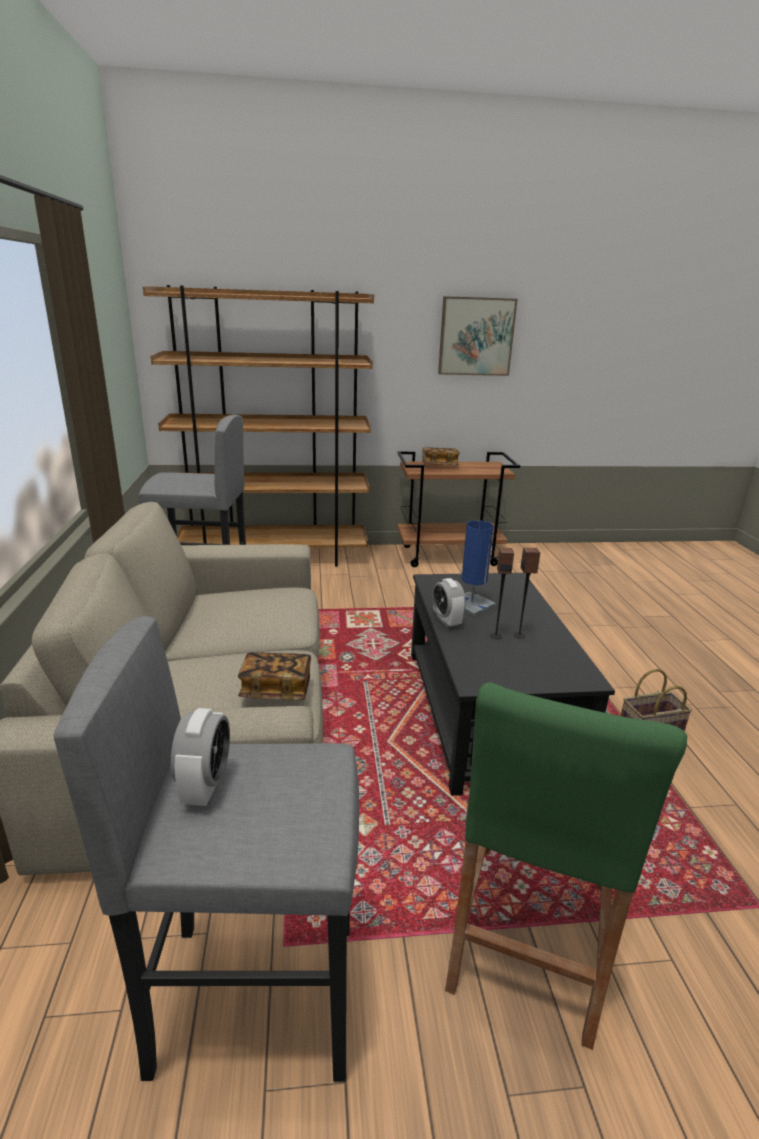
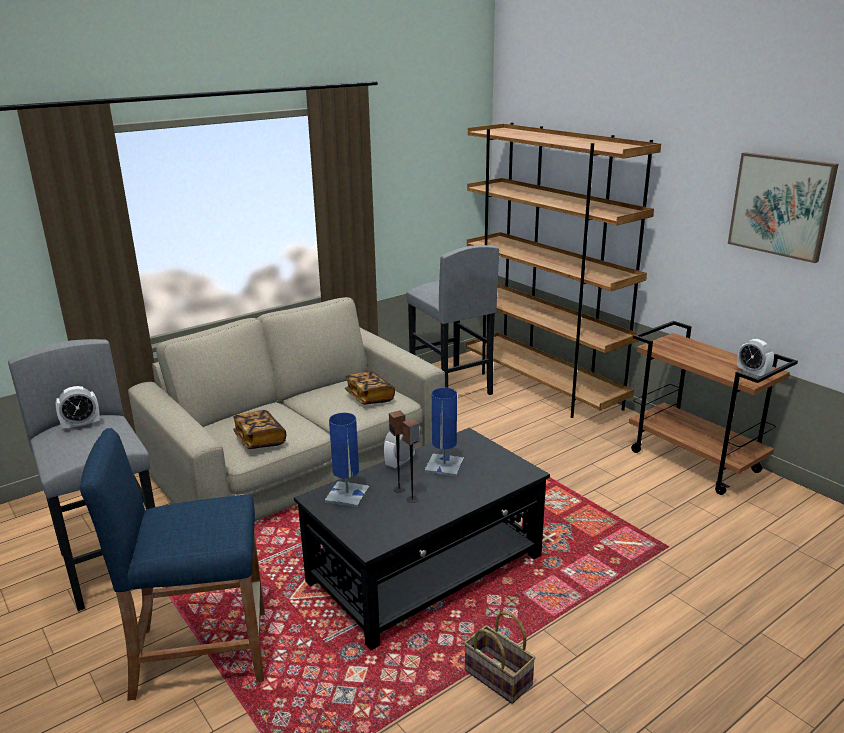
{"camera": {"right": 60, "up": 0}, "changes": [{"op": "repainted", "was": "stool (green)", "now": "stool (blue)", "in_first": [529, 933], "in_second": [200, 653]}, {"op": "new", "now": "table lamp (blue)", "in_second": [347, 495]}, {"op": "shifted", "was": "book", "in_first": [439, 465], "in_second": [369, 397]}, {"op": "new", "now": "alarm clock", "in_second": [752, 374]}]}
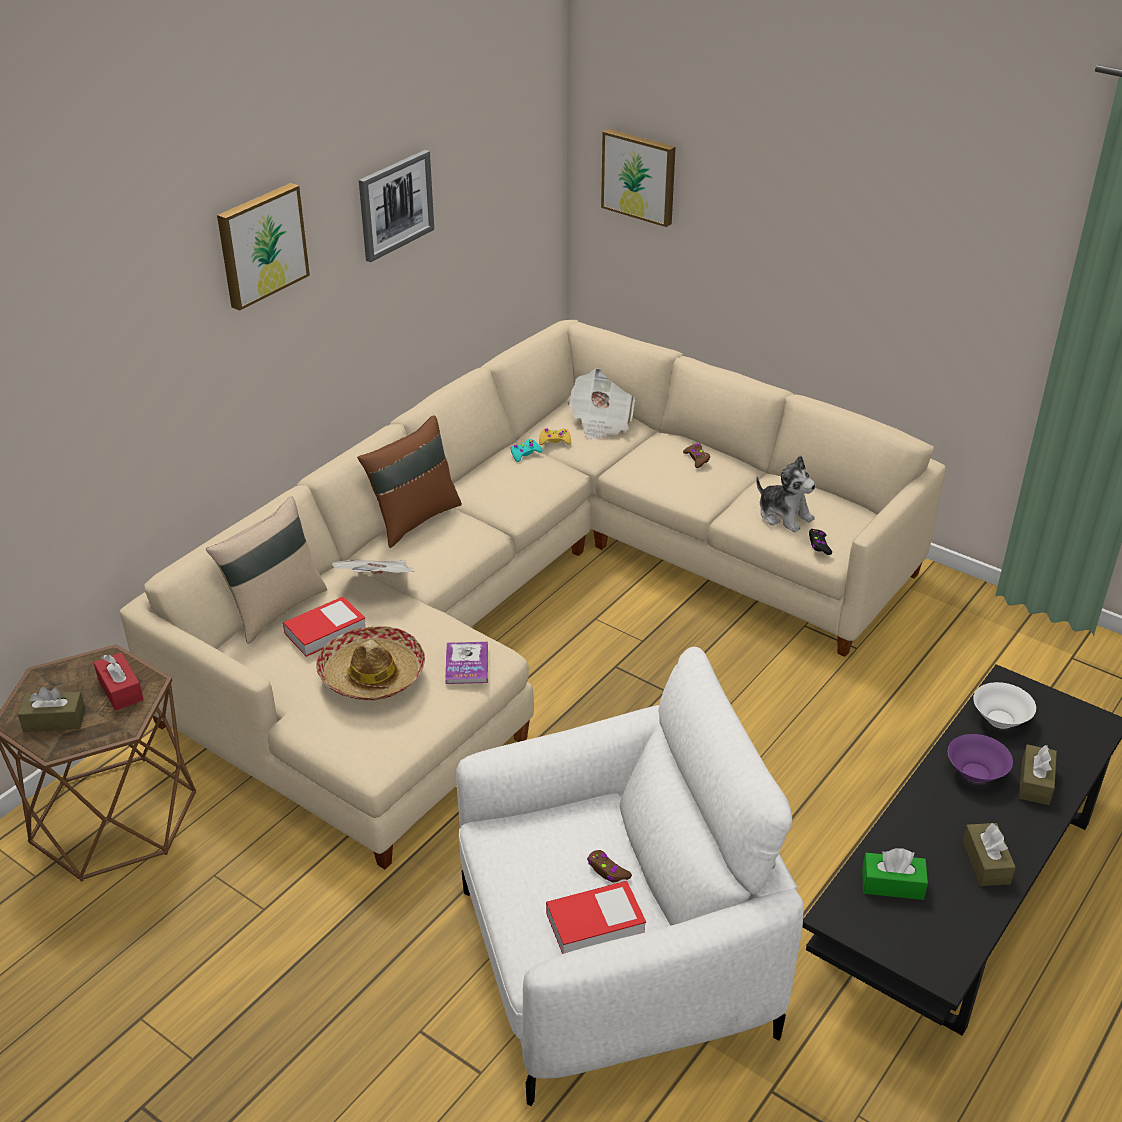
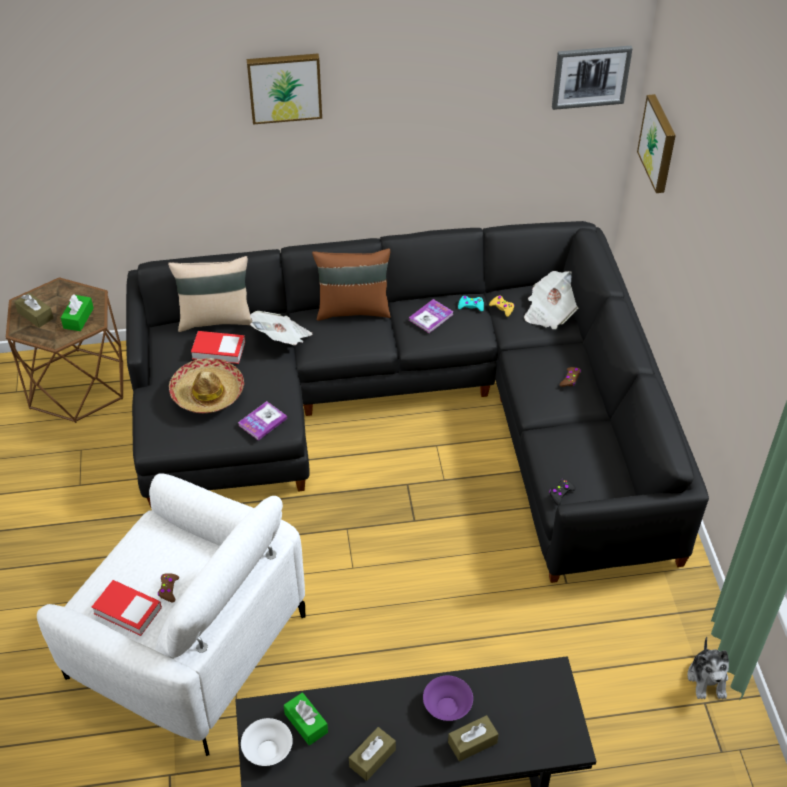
{"camera": {"right": 45, "up": 10}, "changes": [{"op": "repainted", "was": "tissue box (red)", "now": "tissue box (green)", "in_first": [120, 690], "in_second": [78, 318]}, {"op": "repainted", "was": "sofa (beige)", "now": "sofa (black)", "in_first": [531, 603], "in_second": [413, 409]}, {"op": "shifted", "was": "bowl (white)", "in_first": [999, 719], "in_second": [267, 750]}, {"op": "new", "now": "book", "in_second": [431, 317]}, {"op": "shifted", "was": "picture", "in_first": [395, 205], "in_second": [590, 76]}, {"op": "shifted", "was": "plush toy", "in_first": [784, 515], "in_second": [708, 679]}]}
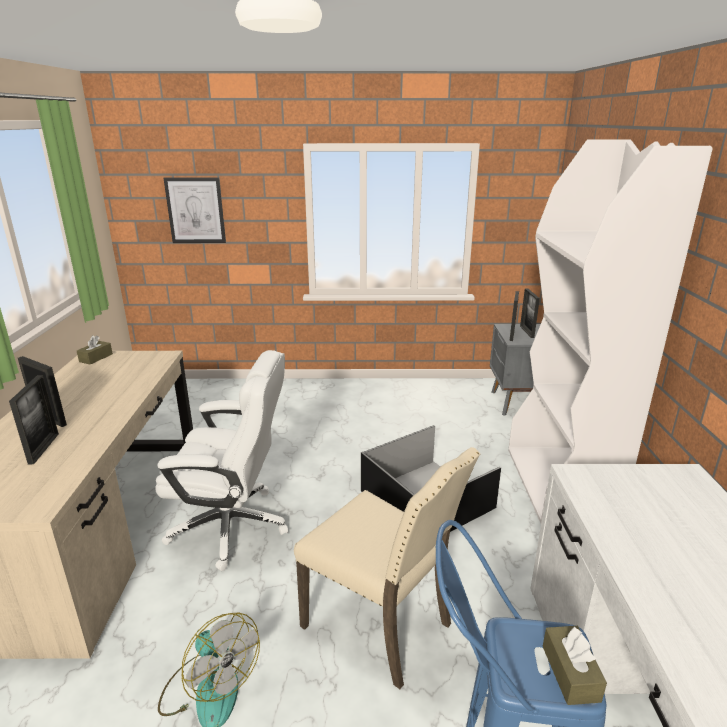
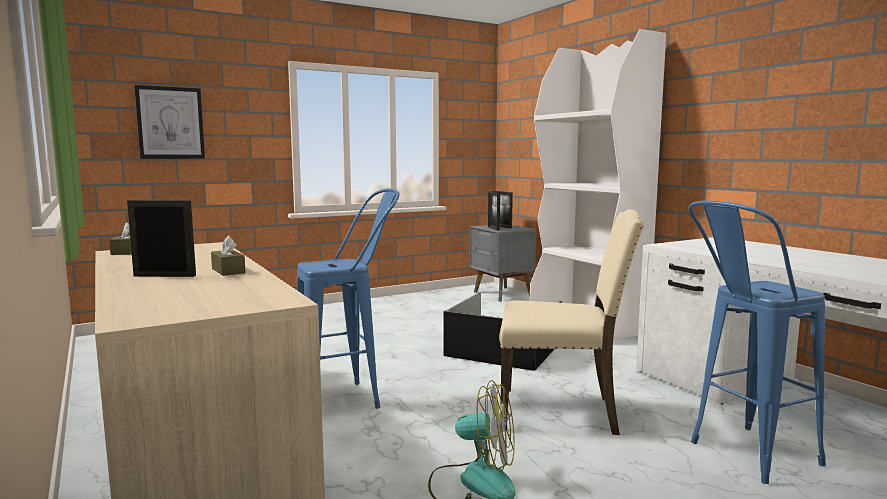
{"camera": {"right": -30, "up": -15}, "changes": [{"op": "shifted", "was": "tissue box (brown)", "in_first": [570, 673], "in_second": [228, 271]}, {"op": "swapped", "was": "office chair (white)", "now": "stool (blue)", "in_first": [232, 525], "in_second": [351, 398]}, {"op": "gone", "was": "picture frame", "in_first": [44, 448]}]}
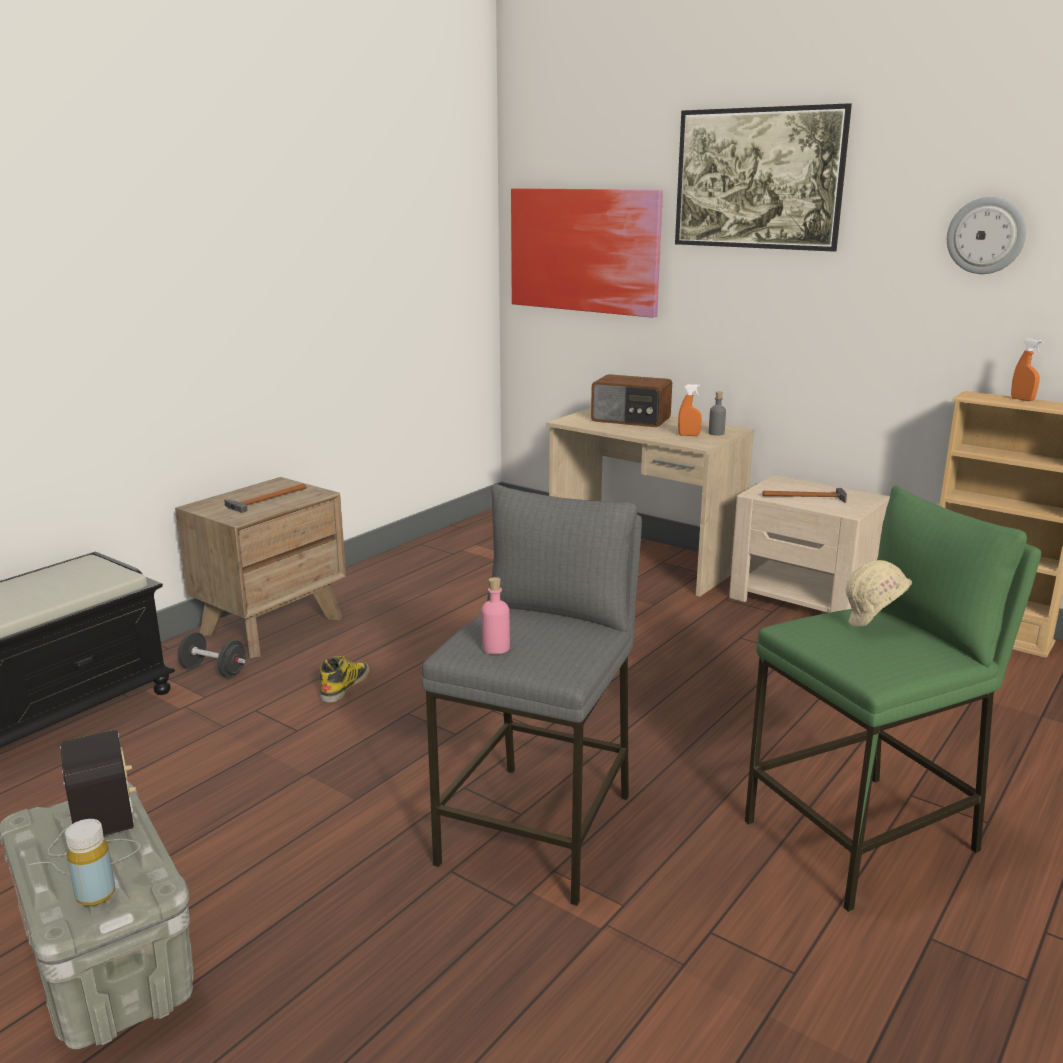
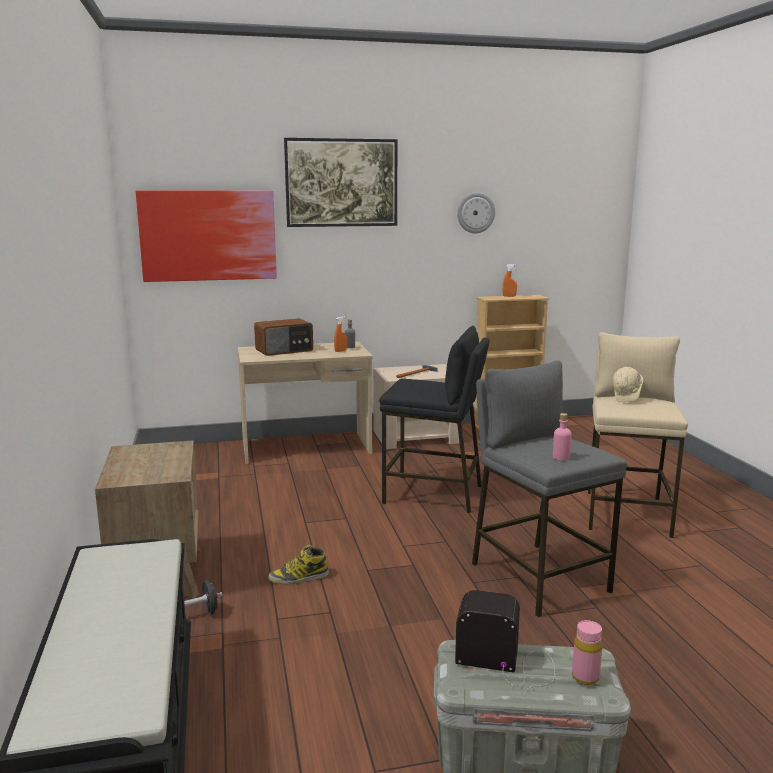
{"camera": {"right": -50, "up": -5}, "changes": [{"op": "rotated", "was": "boot", "in_first": [345, 686], "in_second": [298, 578], "clockwise": -75}, {"op": "new", "now": "stool (black)", "in_second": [433, 494]}, {"op": "repainted", "was": "bottle (yellow)", "now": "bottle (pink)", "in_first": [96, 895], "in_second": [585, 677]}, {"op": "repainted", "was": "stool (green)", "now": "stool (beige)", "in_first": [863, 837], "in_second": [627, 513]}, {"op": "gone", "was": "hammer", "in_first": [264, 500]}]}
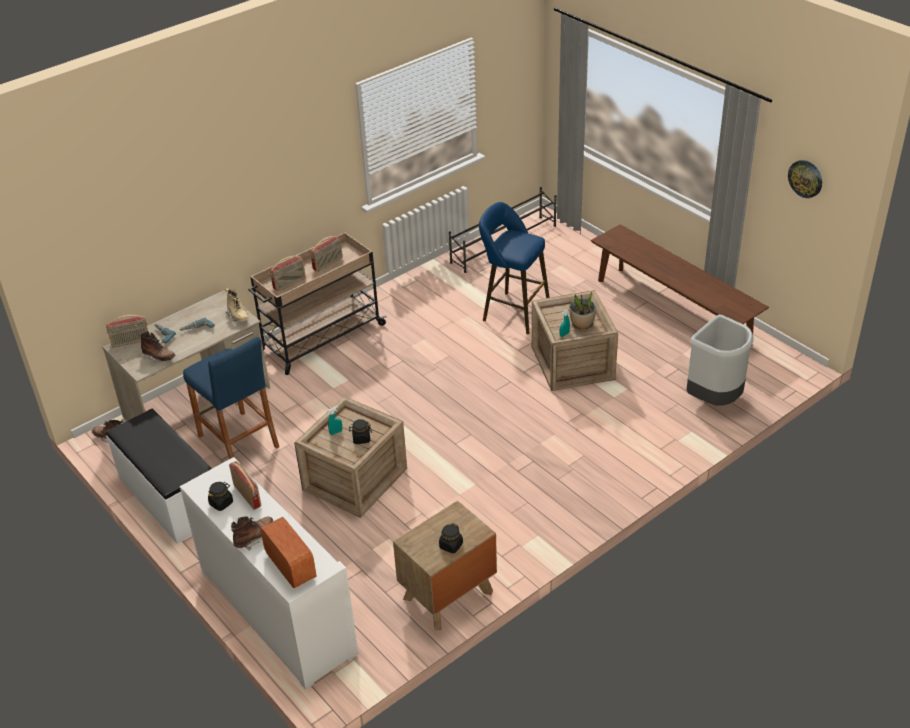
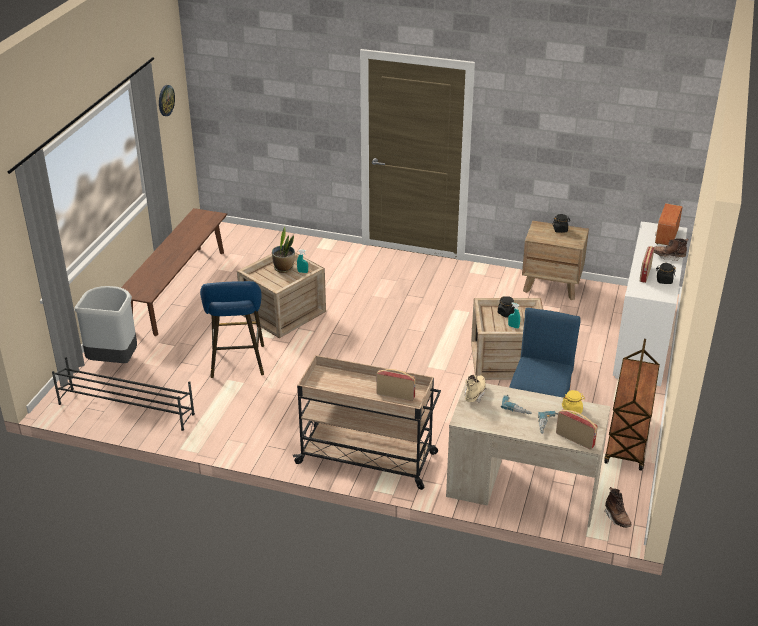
{"camera": {"right": -125, "up": -5}, "changes": [{"op": "shifted", "was": "trash can (grey)", "in_first": [715, 399], "in_second": [114, 361]}, {"op": "swapped", "was": "boot (brown)", "now": "jar (yellow)", "in_first": [159, 357], "in_second": [572, 410]}, {"op": "swapped", "was": "bench (white)", "now": "cart (brown)", "in_first": [169, 498], "in_second": [628, 440]}, {"op": "gone", "was": "radio", "in_first": [328, 264]}]}
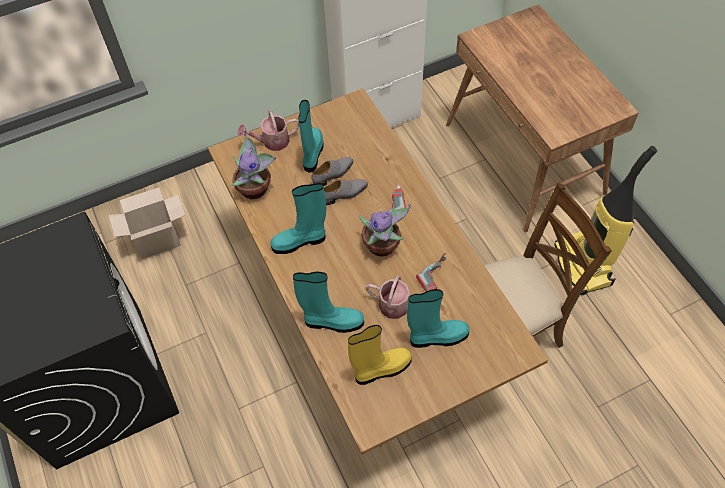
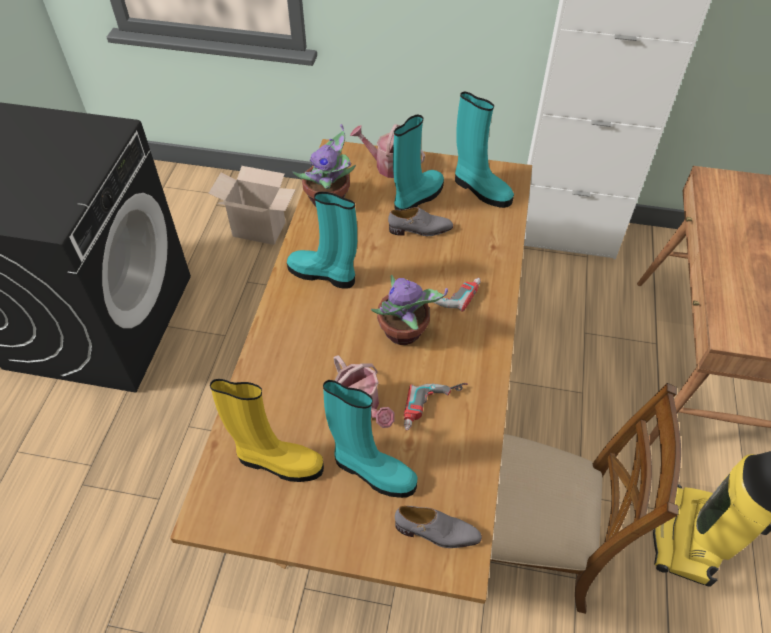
{"camera": {"right": 35, "up": -5}, "changes": [{"op": "shifted", "was": "shoe (grey)", "in_first": [344, 194], "in_second": [437, 532]}, {"op": "shifted", "was": "boot (turquoise)", "in_first": [332, 322], "in_second": [480, 190]}]}
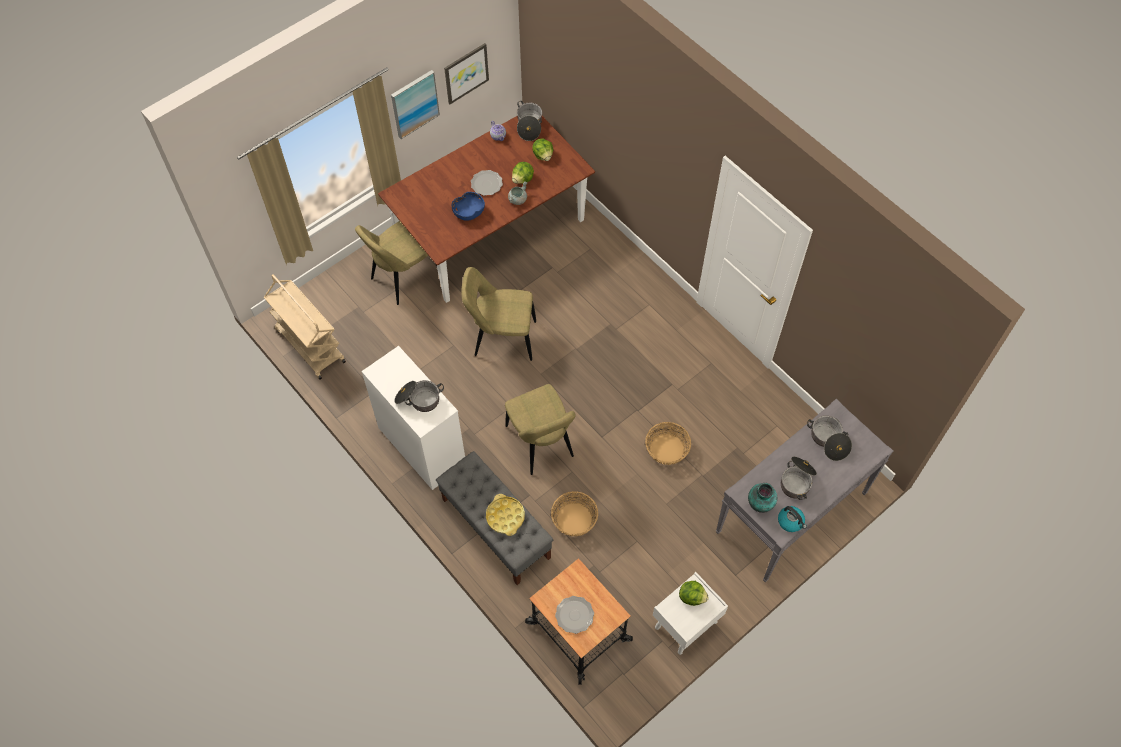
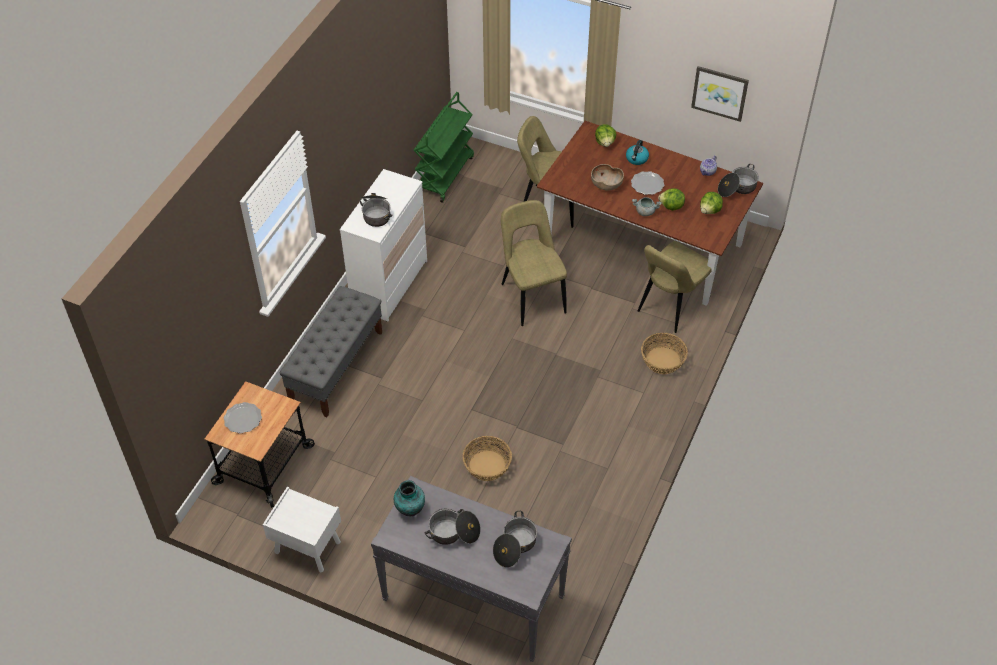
{"camera": {"right": 65, "up": -10}, "changes": [{"op": "repainted", "was": "cart (beige)", "now": "cart (green)", "in_first": [310, 345], "in_second": [444, 174]}, {"op": "repainted", "was": "bowl (blue)", "now": "bowl (brown)", "in_first": [469, 213], "in_second": [606, 185]}, {"op": "shifted", "was": "lettuce", "in_first": [692, 596], "in_second": [605, 143]}, {"op": "shifted", "was": "kettle", "in_first": [791, 521], "in_second": [637, 159]}, {"op": "shifted", "was": "chair (beige)", "in_first": [541, 444], "in_second": [671, 306]}, {"op": "shifted", "was": "basket", "in_first": [574, 519], "in_second": [663, 361]}, {"op": "gone", "was": "picture", "in_first": [414, 103]}, {"op": "gone", "was": "tray (yellow)", "in_first": [505, 516]}]}
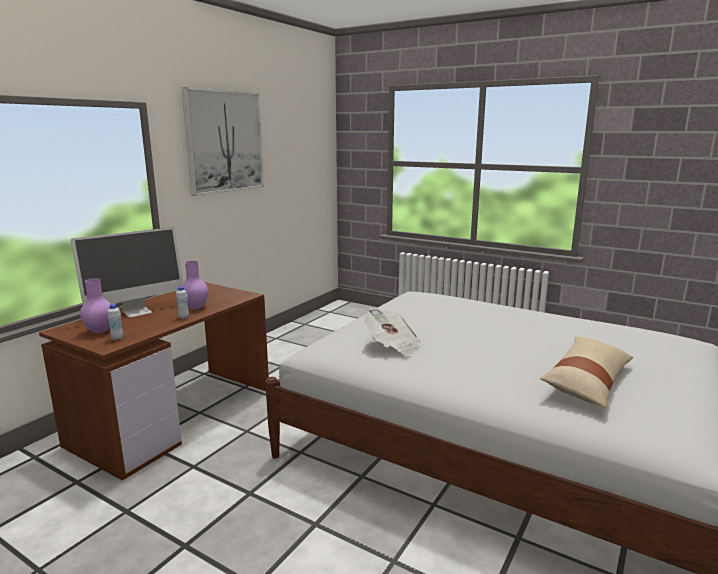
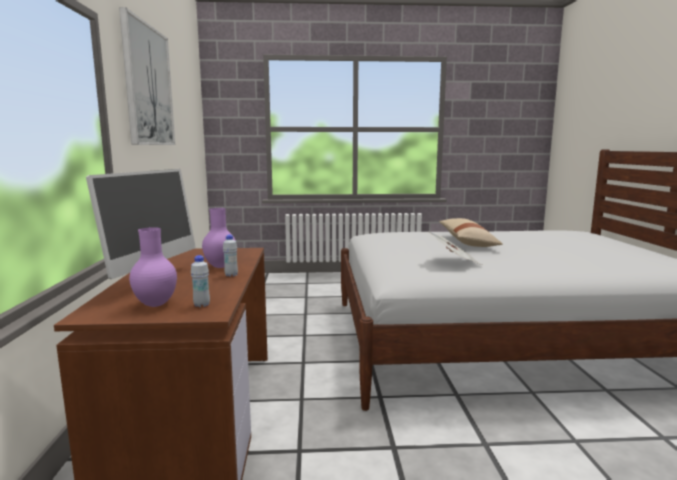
{"camera": {"right": -35, "up": -5}, "changes": [{"op": "shifted", "was": "pillow (beige)", "in_first": [587, 382], "in_second": [467, 242]}]}
